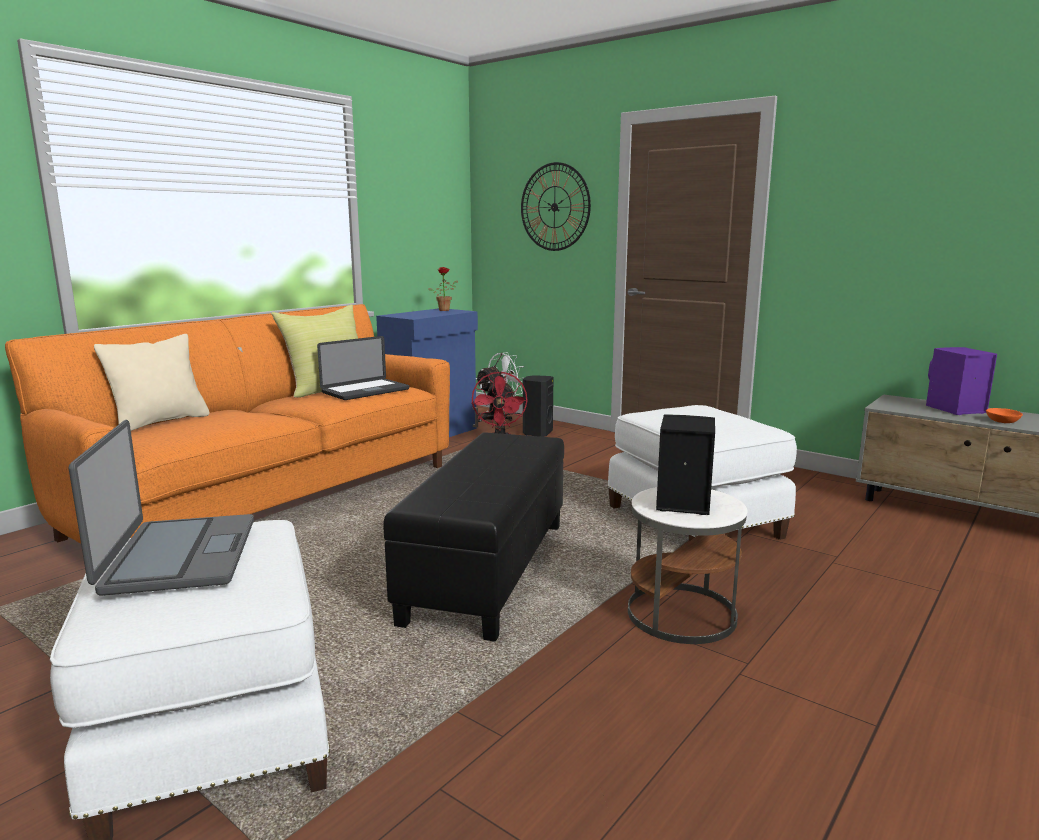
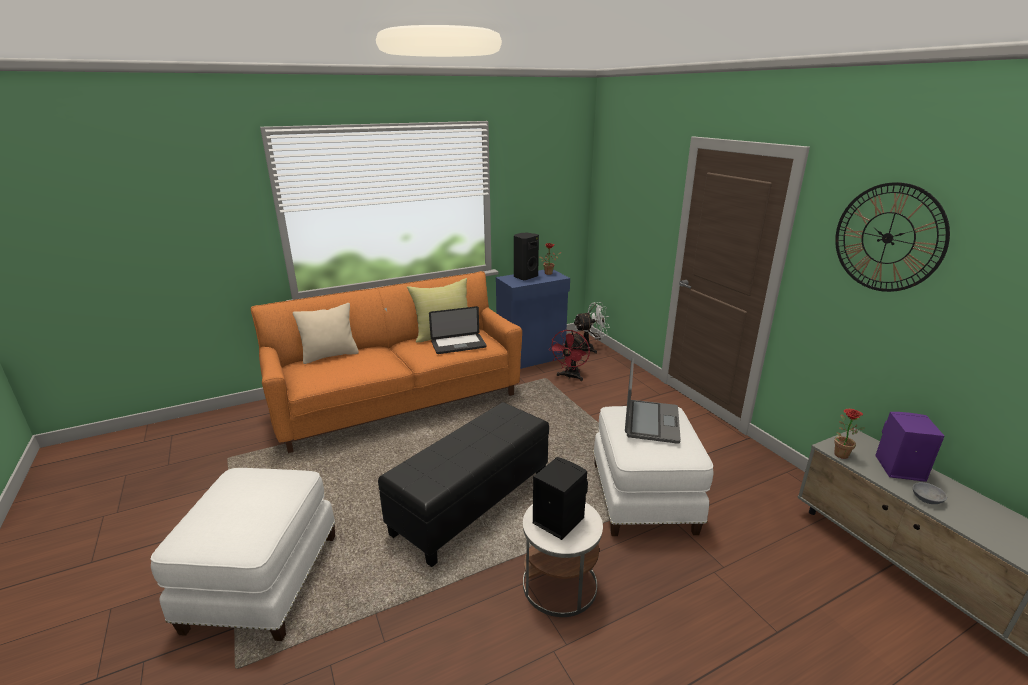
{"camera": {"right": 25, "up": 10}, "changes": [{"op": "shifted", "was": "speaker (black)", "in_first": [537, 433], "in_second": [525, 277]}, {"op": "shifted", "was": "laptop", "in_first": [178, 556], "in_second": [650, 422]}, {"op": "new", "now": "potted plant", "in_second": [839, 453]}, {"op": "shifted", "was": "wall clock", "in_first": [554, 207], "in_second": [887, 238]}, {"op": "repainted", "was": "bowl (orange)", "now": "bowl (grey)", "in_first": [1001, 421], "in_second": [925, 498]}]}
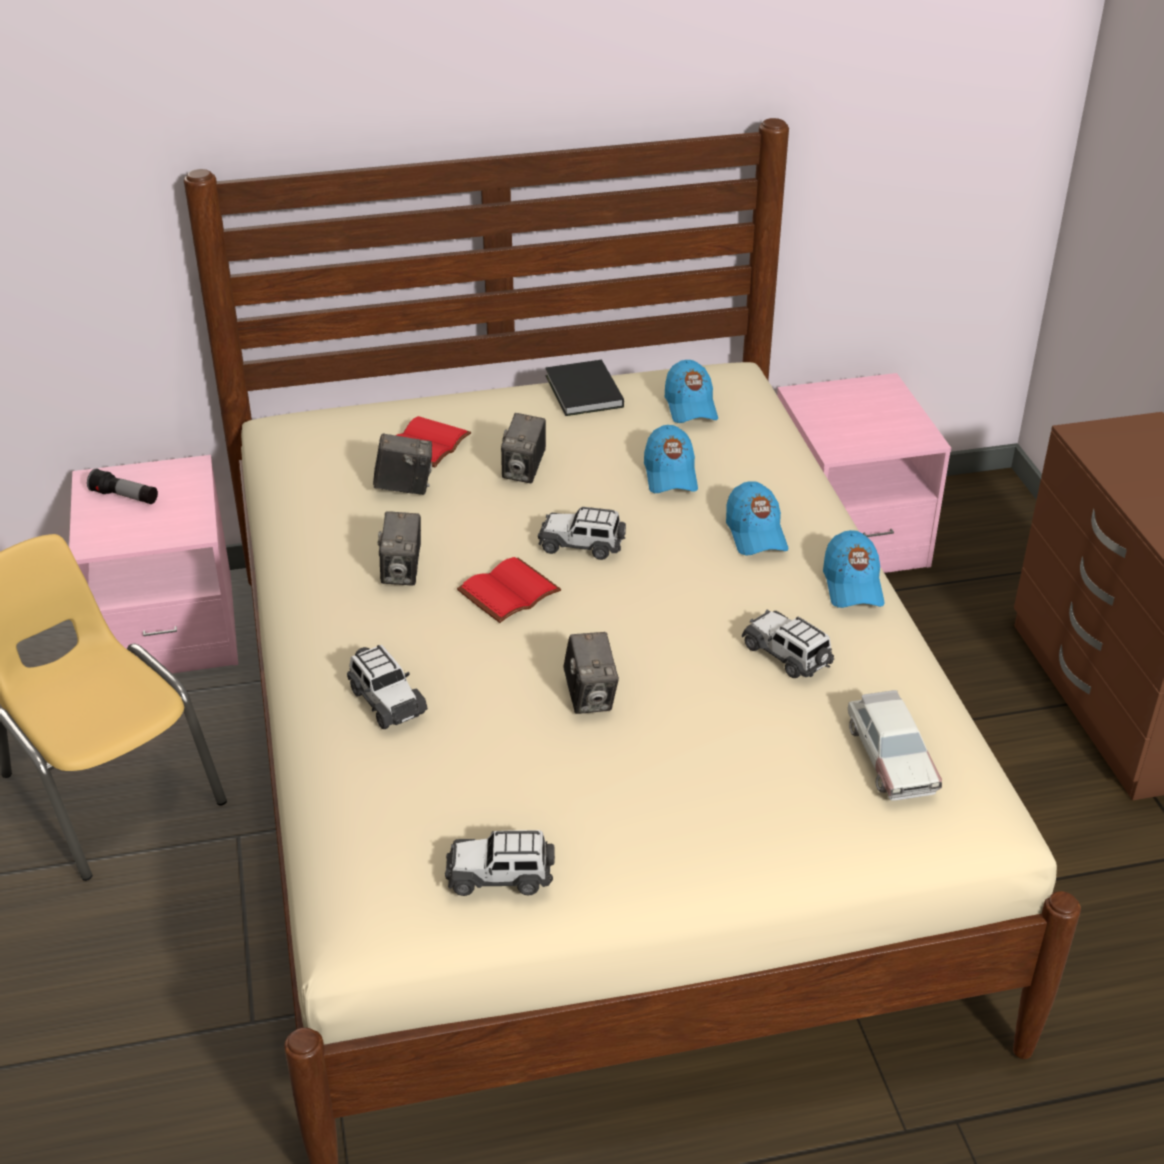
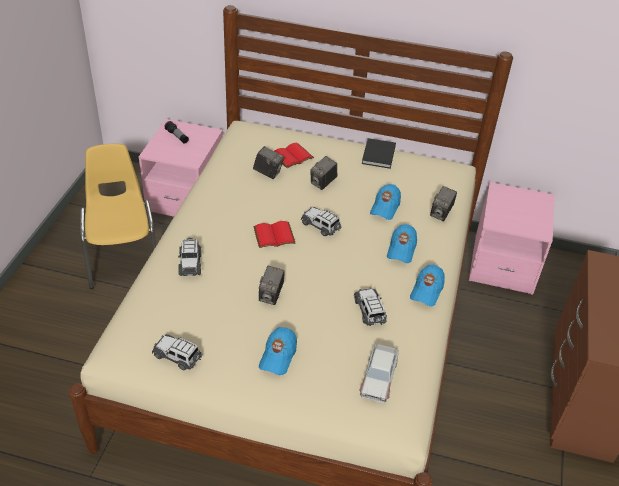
{"camera": {"right": 25, "up": 5}, "changes": [{"op": "shifted", "was": "cap (blue)", "in_first": [690, 406], "in_second": [278, 356]}, {"op": "shifted", "was": "photo camera", "in_first": [402, 572], "in_second": [441, 213]}]}
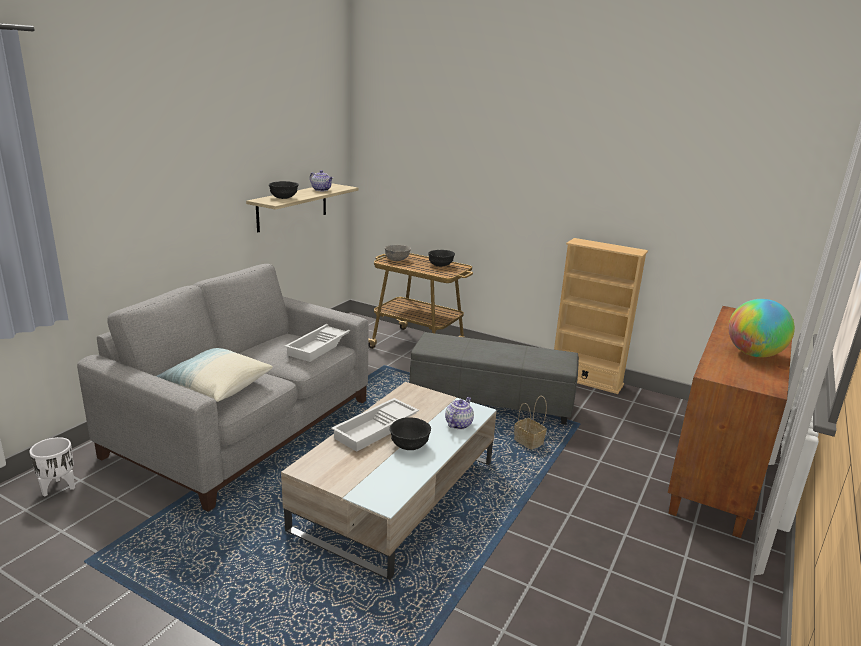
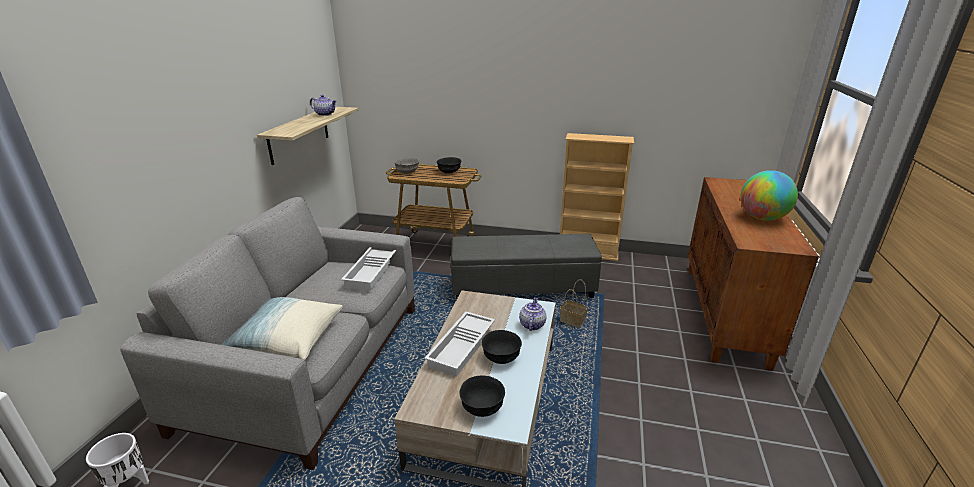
{"camera": {"right": -15, "up": 5}, "changes": [{"op": "shifted", "was": "bowl (black)", "in_first": [284, 197], "in_second": [483, 407]}]}
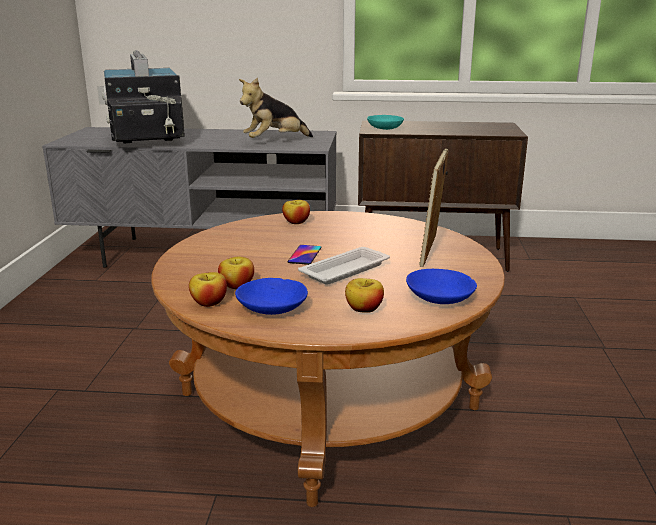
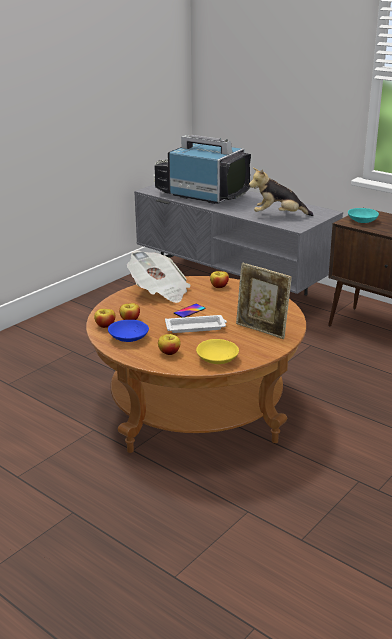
{"camera": {"right": 35, "up": 5}, "changes": [{"op": "new", "now": "newspaper", "in_second": [159, 292]}, {"op": "rotated", "was": "television", "in_first": [146, 138], "in_second": [201, 195], "clockwise": 105}, {"op": "repainted", "was": "bowl (blue)", "now": "bowl (yellow)", "in_first": [441, 298], "in_second": [217, 359]}, {"op": "rotated", "was": "picture frame", "in_first": [430, 253], "in_second": [261, 330], "clockwise": -105}]}
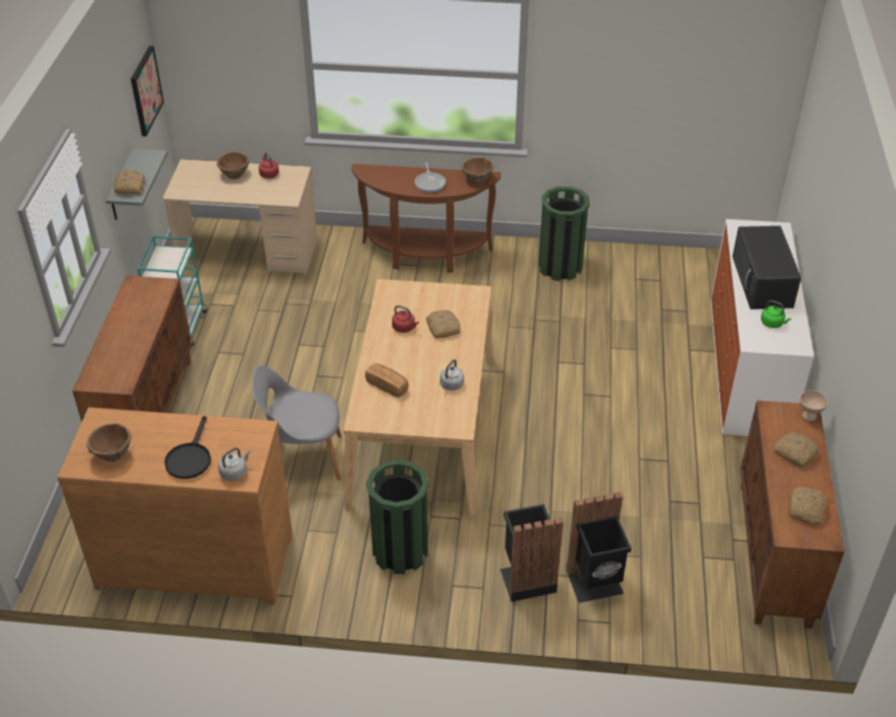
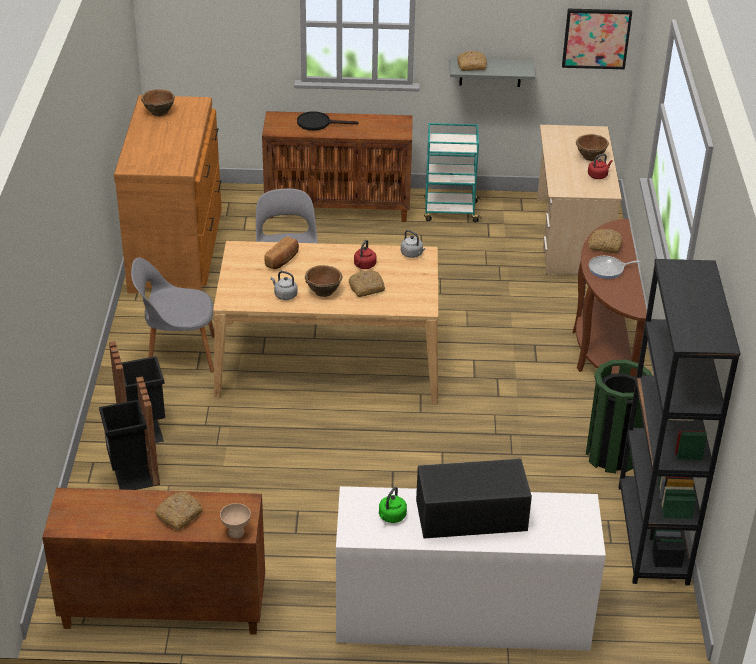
{"camera": {"right": 85, "up": -5}, "changes": [{"op": "swapped", "was": "trash can (green)", "now": "chair (grey)", "in_first": [400, 551], "in_second": [178, 354]}, {"op": "shifted", "was": "frying pan (black)", "in_first": [190, 458], "in_second": [318, 123]}, {"op": "shifted", "was": "bowl (brown)", "in_first": [477, 180], "in_second": [323, 291]}, {"op": "shifted", "was": "kettle (grey)", "in_first": [234, 472], "in_second": [412, 254]}, {"op": "shifted", "was": "bread", "in_first": [806, 510], "in_second": [604, 246]}, {"op": "new", "now": "bookcase (black)", "in_second": [652, 534]}]}
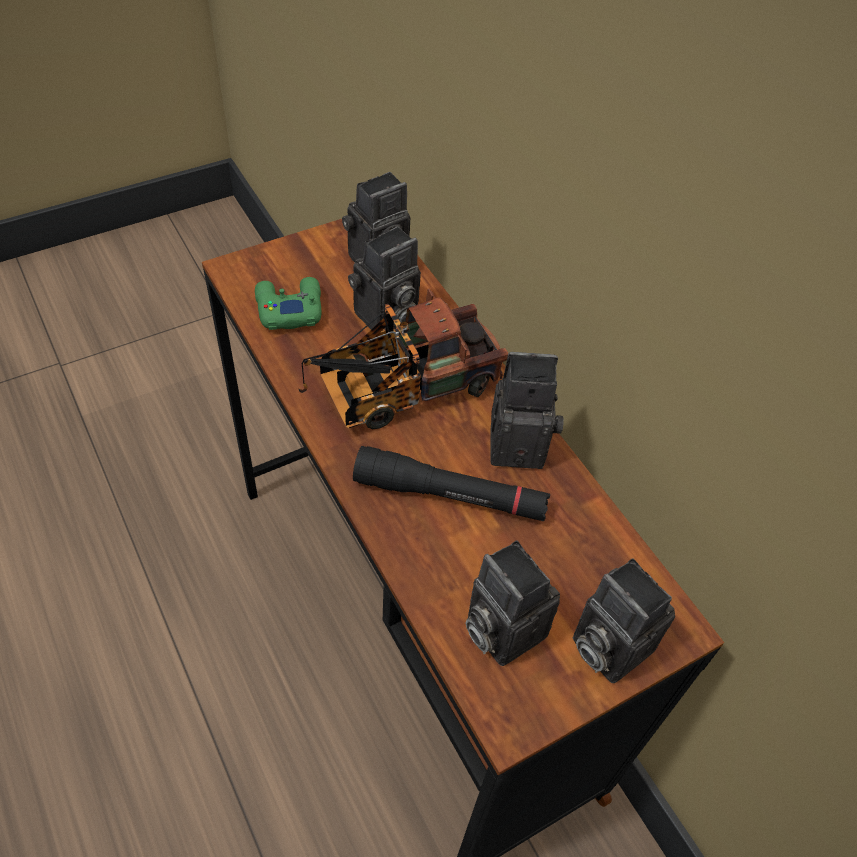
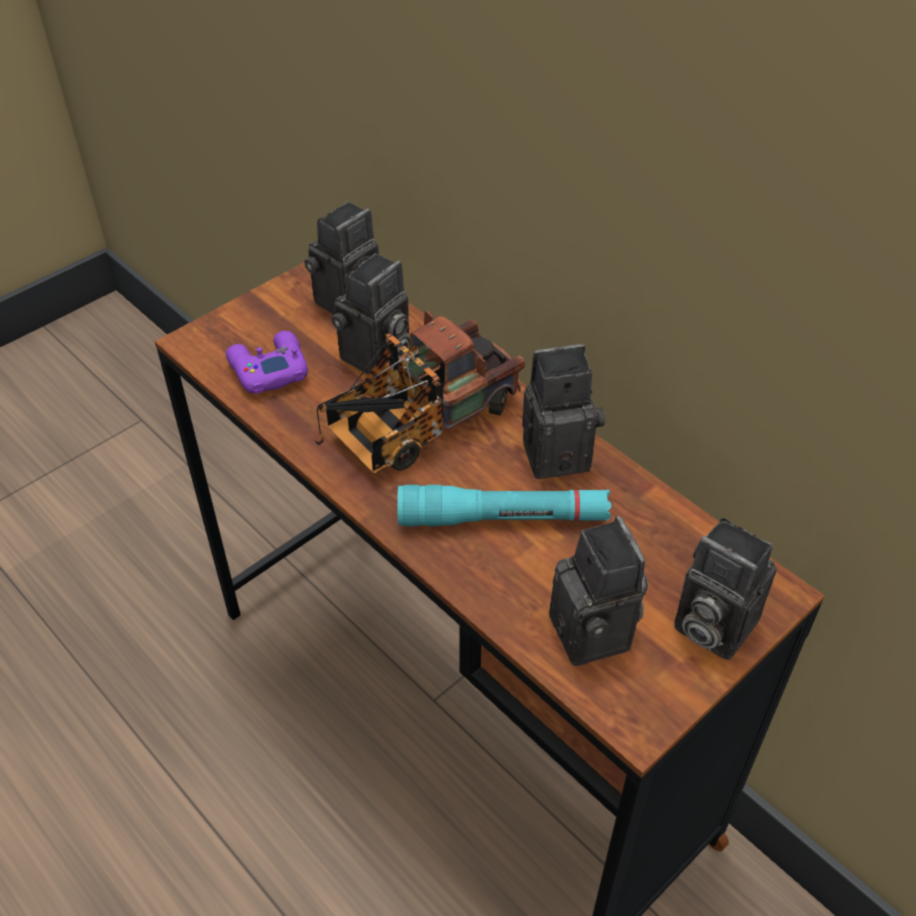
{"camera": {"right": -10, "up": -5}, "changes": [{"op": "repainted", "was": "game controller (green)", "now": "game controller (purple)", "in_first": [289, 308], "in_second": [268, 369]}, {"op": "repainted", "was": "flashlight (black)", "now": "flashlight (turquoise)", "in_first": [450, 495], "in_second": [503, 518]}, {"op": "rotated", "was": "photo camera", "in_first": [499, 628], "in_second": [597, 635], "clockwise": -150}]}
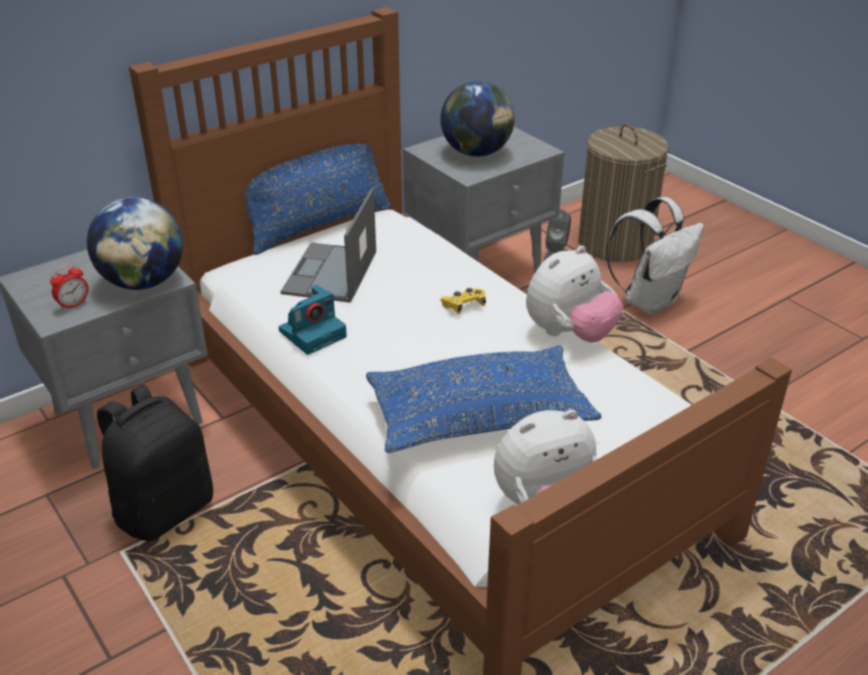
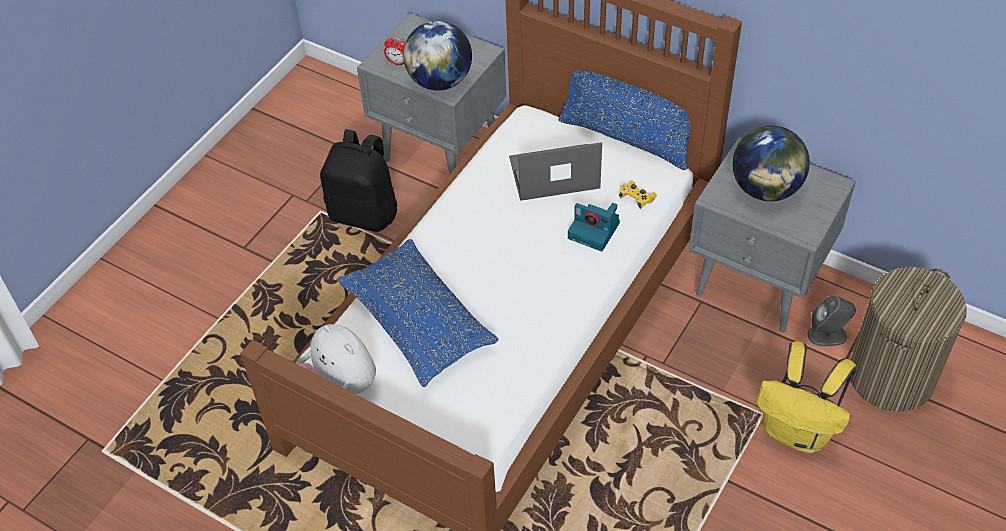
{"camera": {"right": 70, "up": 15}, "changes": [{"op": "shifted", "was": "photo camera", "in_first": [313, 333], "in_second": [595, 230]}, {"op": "shifted", "was": "game controller (yellow)", "in_first": [464, 306], "in_second": [636, 198]}, {"op": "repainted", "was": "backpack (white)", "now": "backpack (yellow)", "in_first": [649, 300], "in_second": [797, 431]}, {"op": "gone", "was": "plush toy", "in_first": [569, 334]}]}
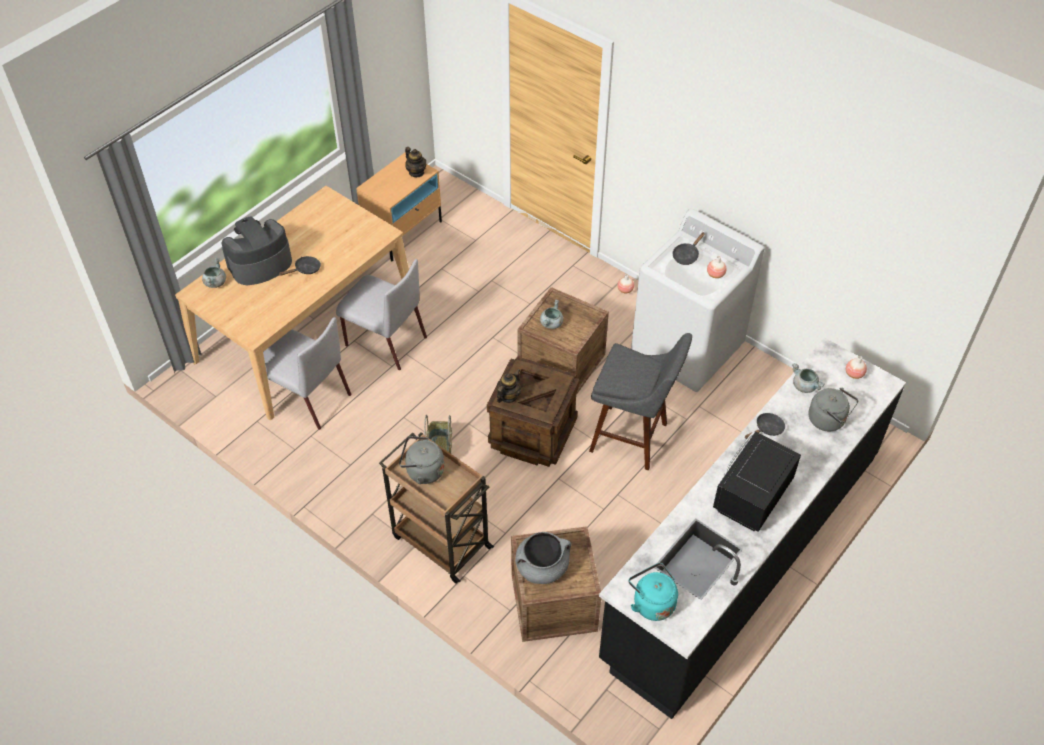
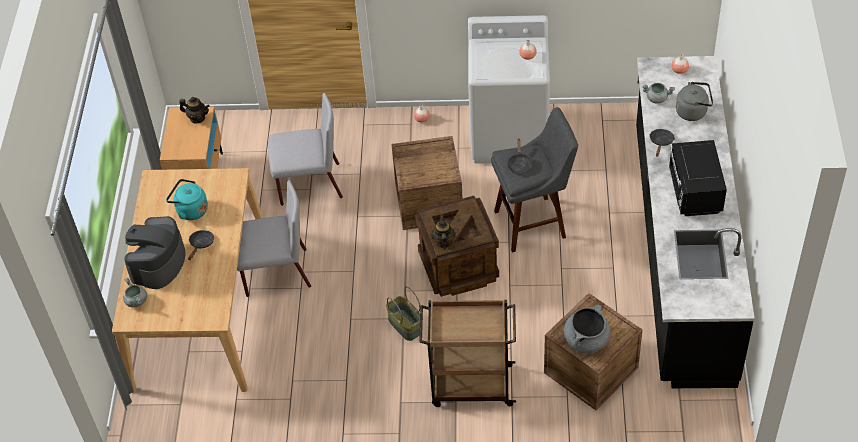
{"camera": {"right": -35, "up": 0}, "changes": [{"op": "shifted", "was": "kettle (turquoise)", "in_first": [652, 602], "in_second": [190, 210]}, {"op": "shifted", "was": "chair (grey)", "in_first": [307, 397], "in_second": [308, 184]}, {"op": "shifted", "was": "frying pan (black)", "in_first": [686, 255], "in_second": [519, 164]}, {"op": "gone", "was": "kettle (grey)", "in_first": [422, 471]}, {"op": "gone", "was": "cooking pot (grey)", "in_first": [551, 324]}]}
